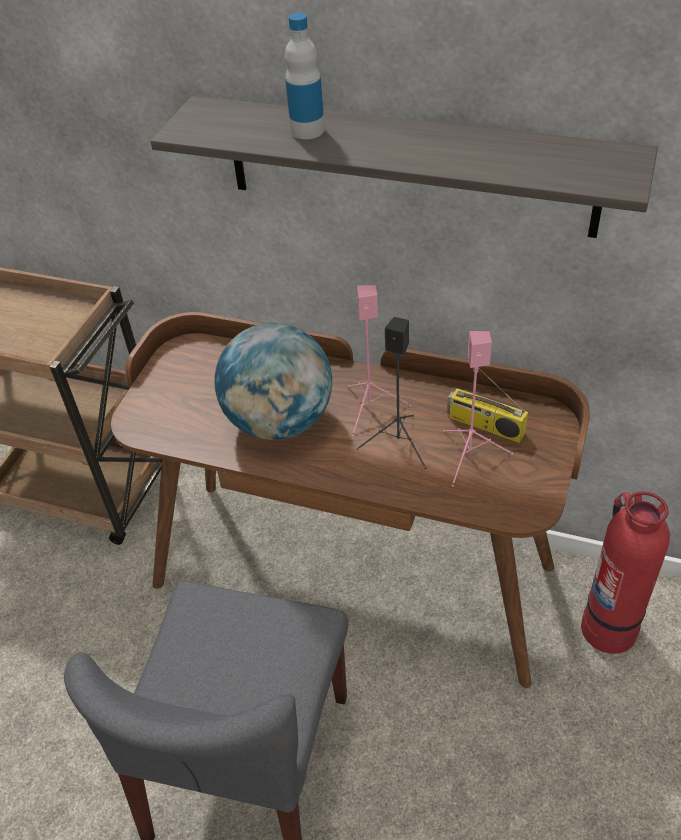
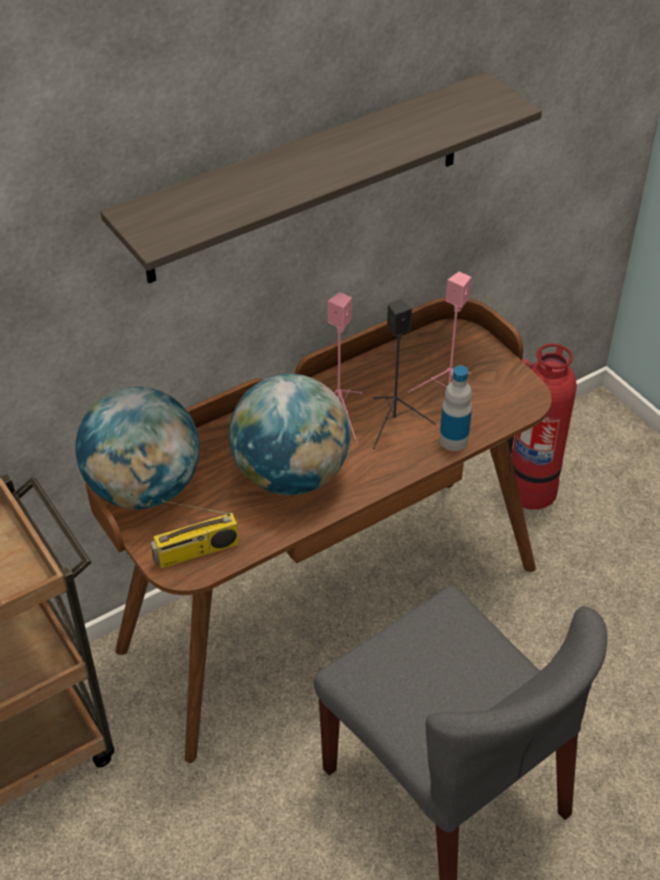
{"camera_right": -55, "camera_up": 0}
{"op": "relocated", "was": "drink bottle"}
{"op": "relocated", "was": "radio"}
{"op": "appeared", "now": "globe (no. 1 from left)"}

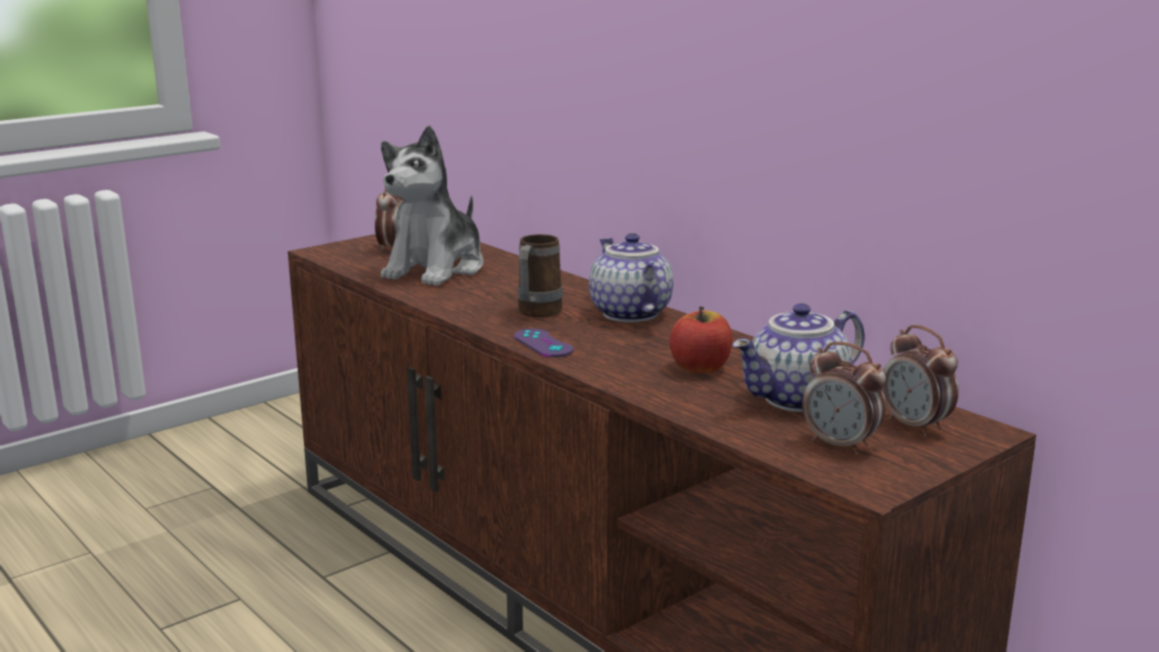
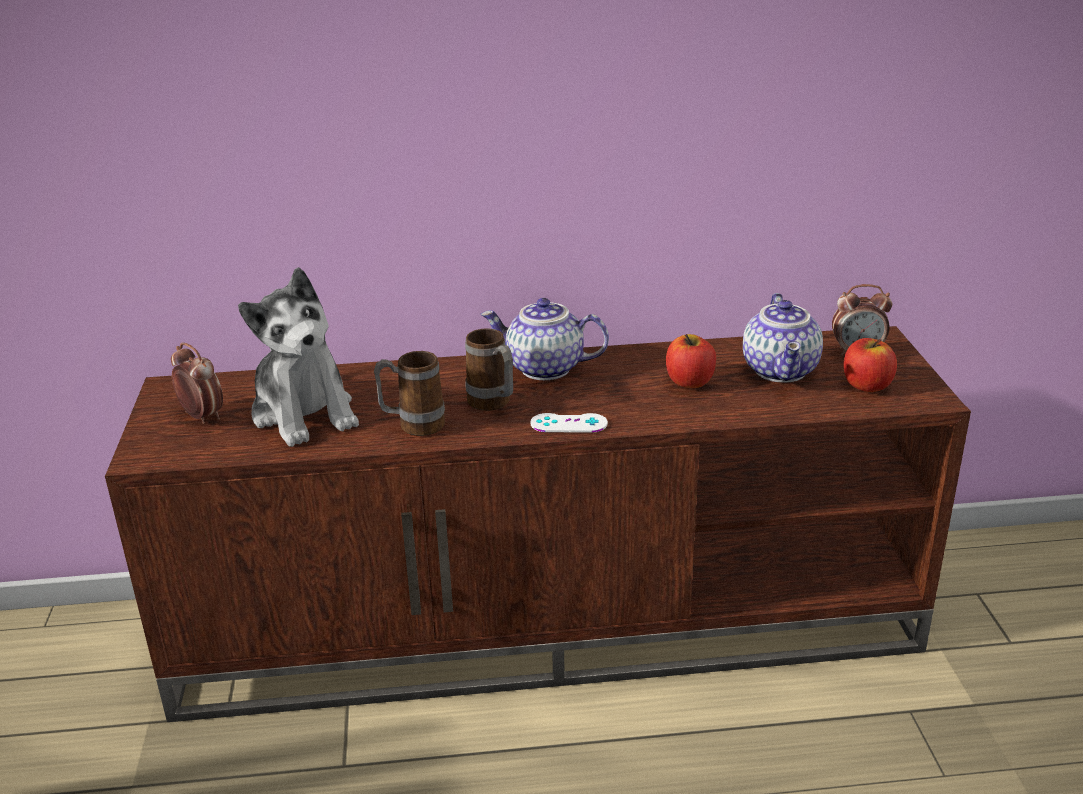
{"camera_right": -55, "camera_up": 10}
{"op": "colour", "was": "purple-coloured joypad", "now": "white-coloured joypad"}
{"op": "exchanged", "was": "table clock (no. 2 from left)", "now": "whole apple (no. 2 from left)"}
{"op": "appeared", "now": "coffee mug (no. 1 from left)"}

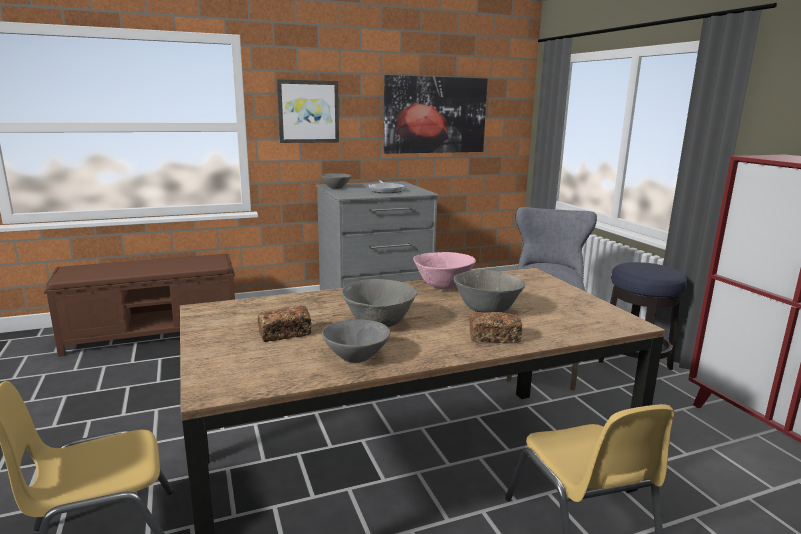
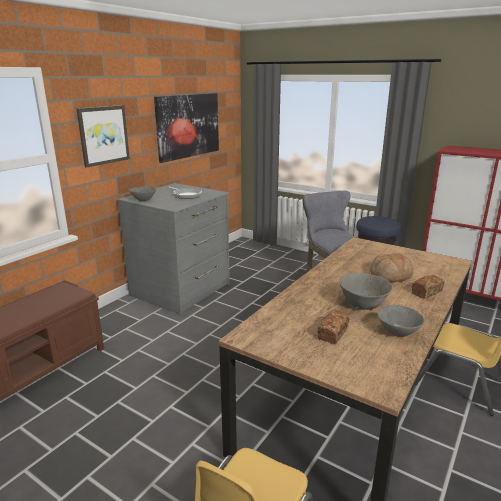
{"camera_right": -35, "camera_up": 5}
{"op": "missing", "was": "pink-coloured deep dish"}
{"op": "exchanged", "was": "greyish deep dish (no. 4 from left)", "now": "bread (no. 2 from left)"}

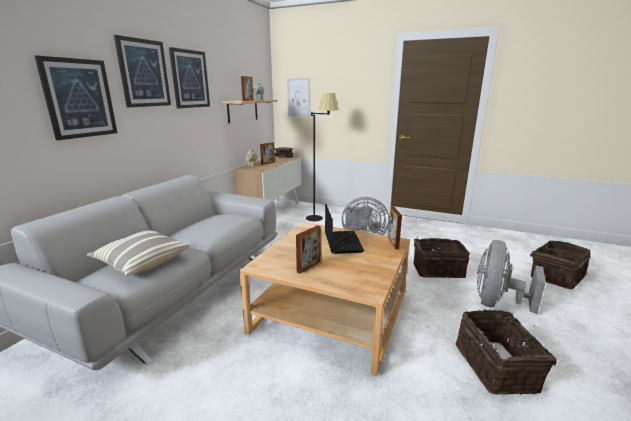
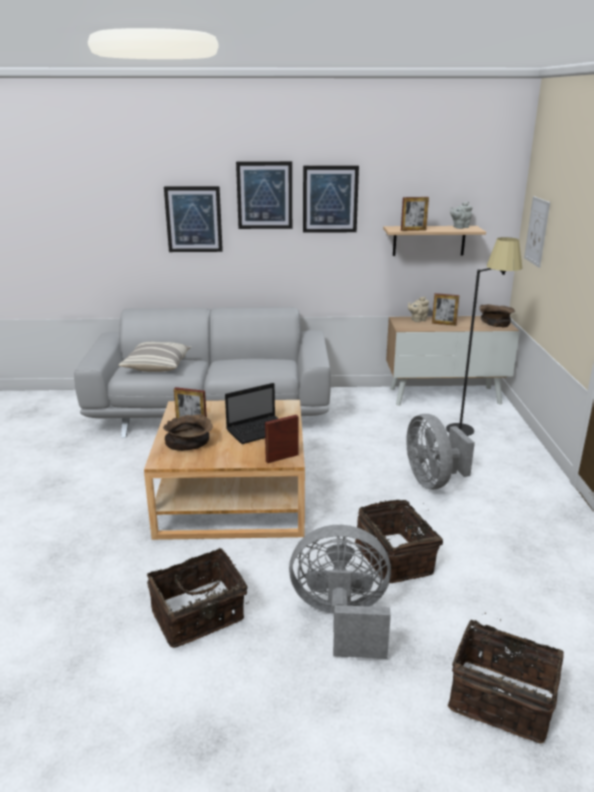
{"camera_right": 65, "camera_up": 5}
{"op": "appeared", "now": "brown deep dish (no. 1 from left)"}

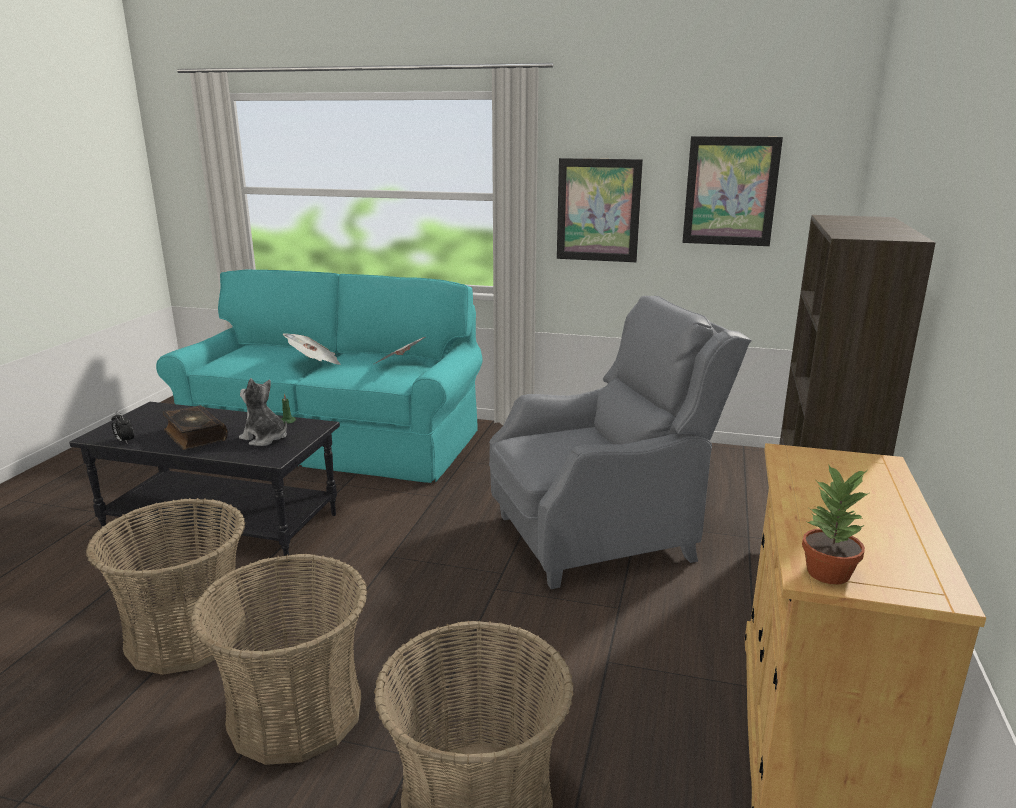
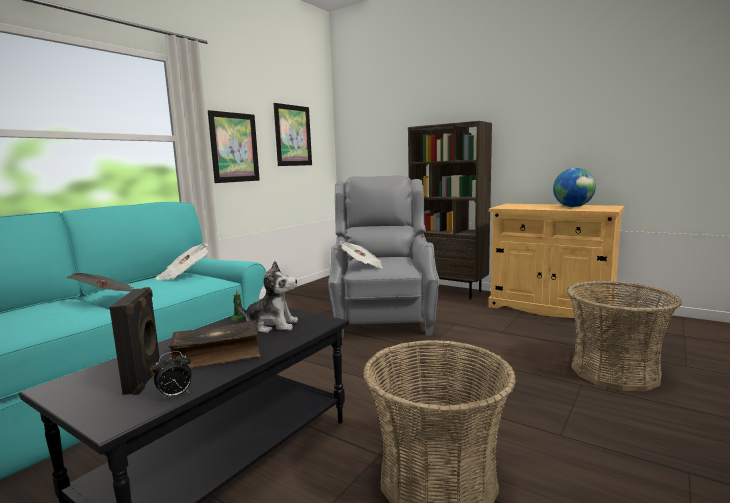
{"camera_right": -70, "camera_up": -10}
{"op": "missing", "was": "household basket (no. 2 from left)"}
{"op": "spun", "was": "soft toy", "clockwise": -135}
{"op": "missing", "was": "houseplant"}
{"op": "appeared", "now": "blackish loudspeaker"}
{"op": "appeared", "now": "newspaper (no. 3 from left)"}
{"op": "appeared", "now": "globe"}

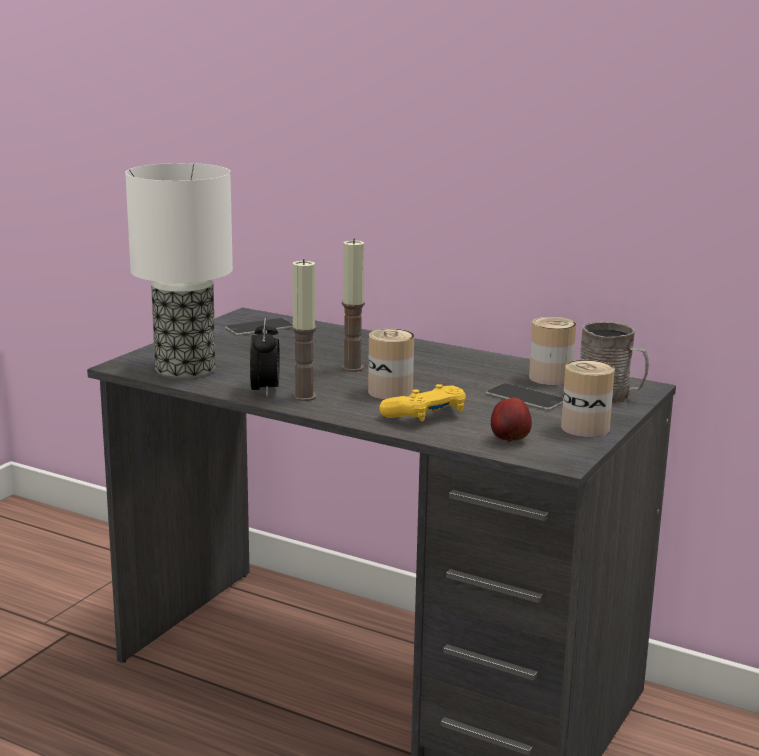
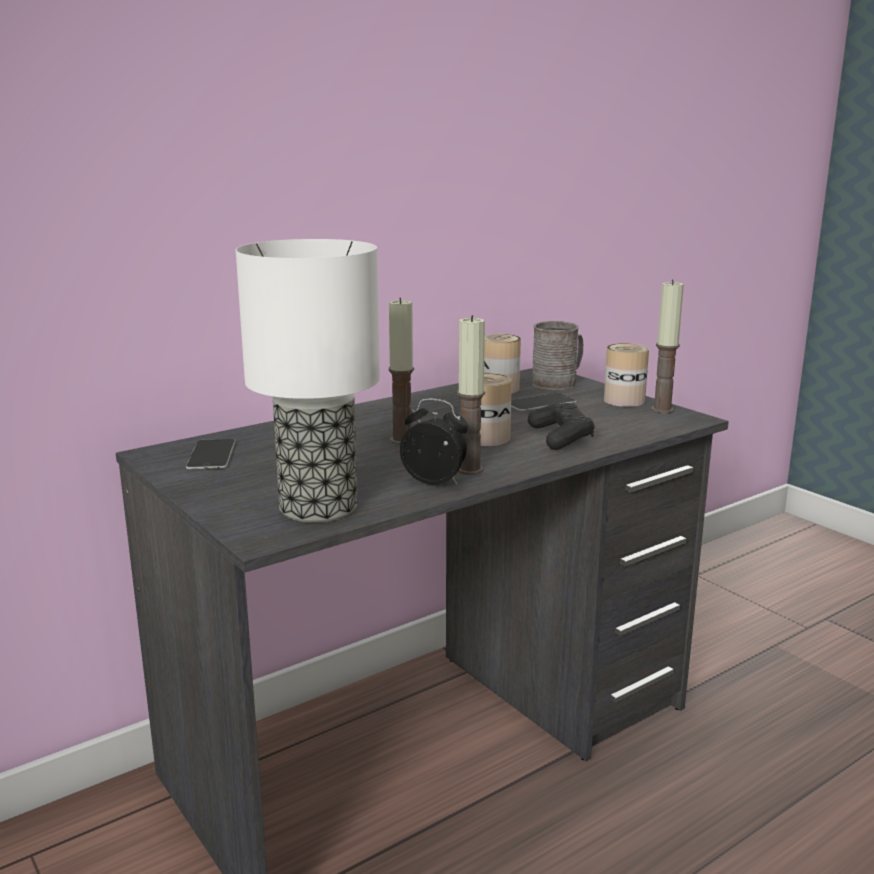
{"camera_right": -65, "camera_up": 0}
{"op": "colour", "was": "yellow-coloured joypad", "now": "blackish joypad"}
{"op": "missing", "was": "whole apple"}
{"op": "appeared", "now": "wax light (no. 3 from left)"}

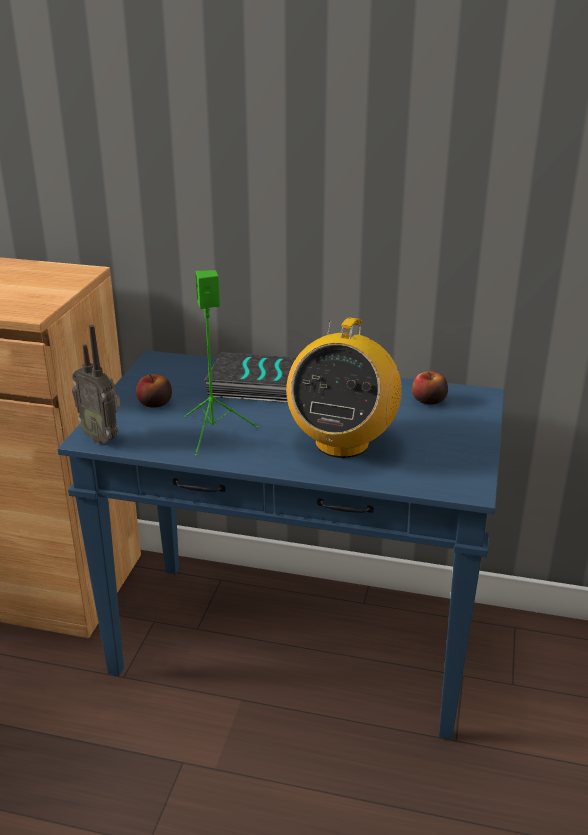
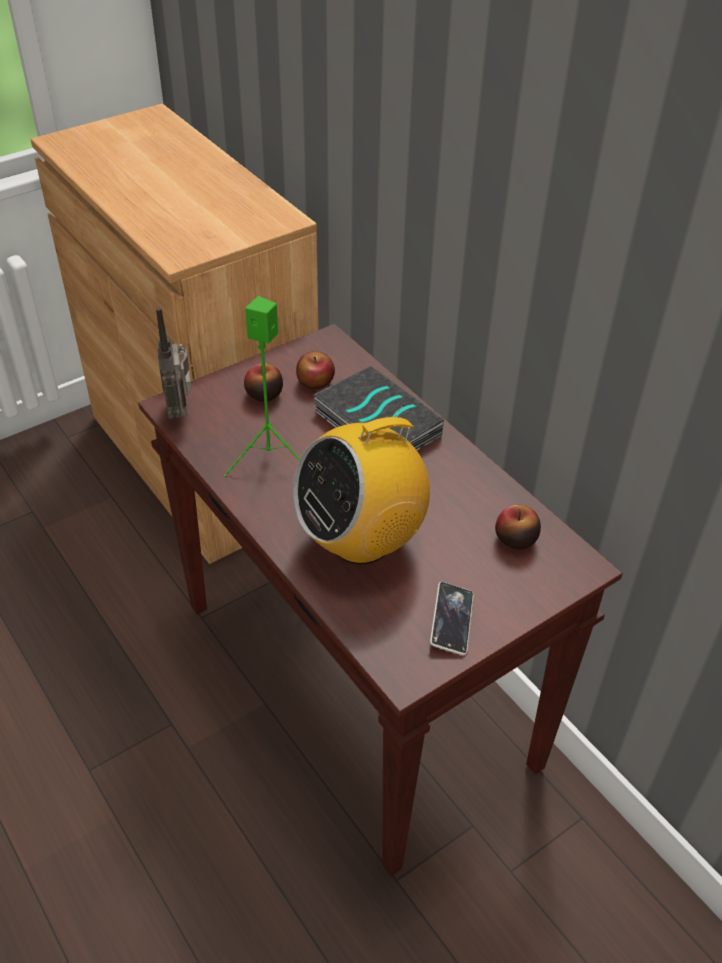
{"camera_right": 40, "camera_up": 15}
{"op": "colour", "was": "bluish narrow table", "now": "brown narrow table"}
{"op": "appeared", "now": "whole apple (no. 2 from left)"}
{"op": "appeared", "now": "telephone"}

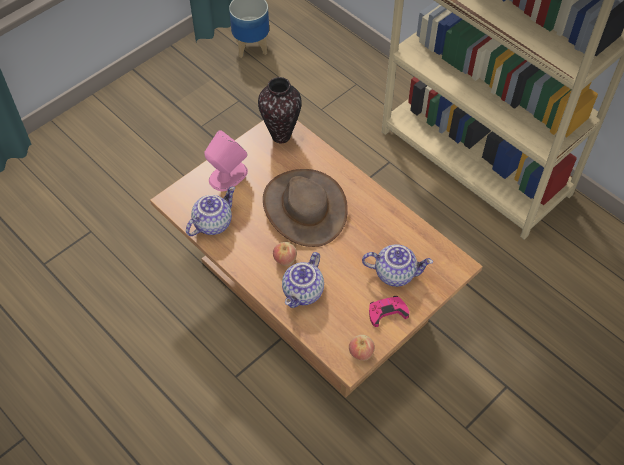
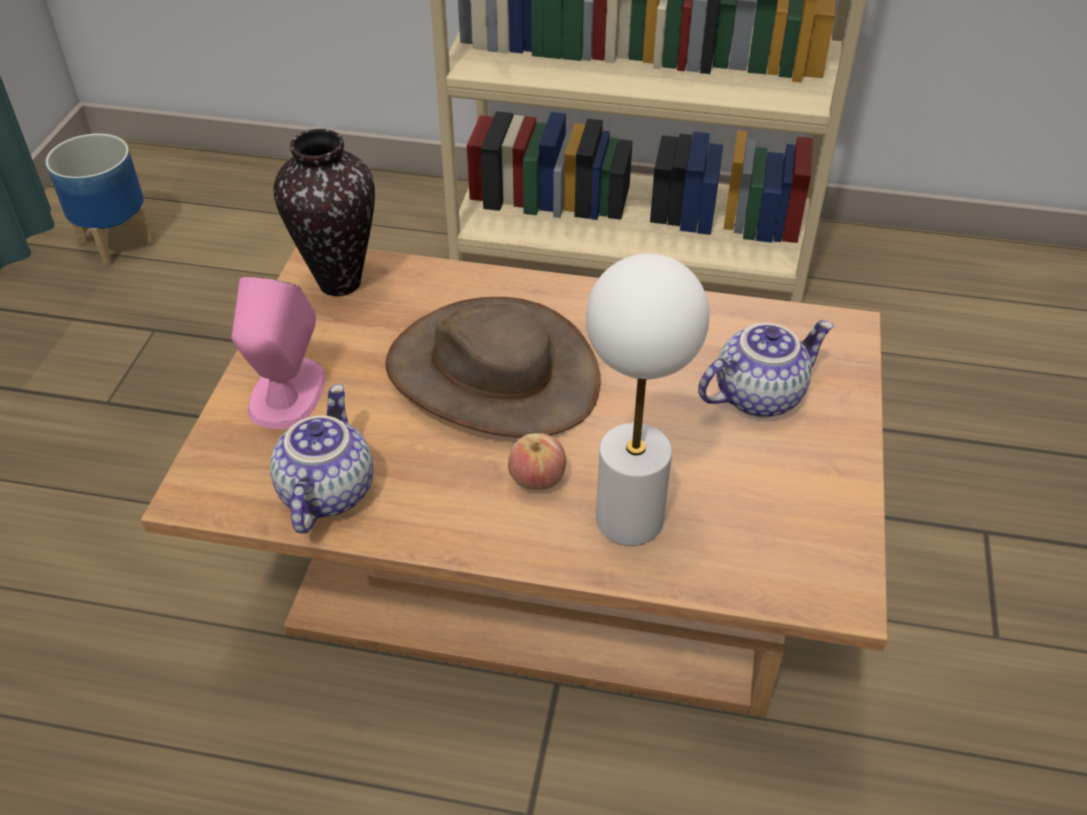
{"camera_right": -35, "camera_up": -10}
{"op": "exchanged", "was": "pot for tea (no. 2 from left)", "now": "white-coloured table lamp"}
{"op": "missing", "was": "whole apple (no. 2 from left)"}
{"op": "missing", "was": "pink-coloured joypad"}

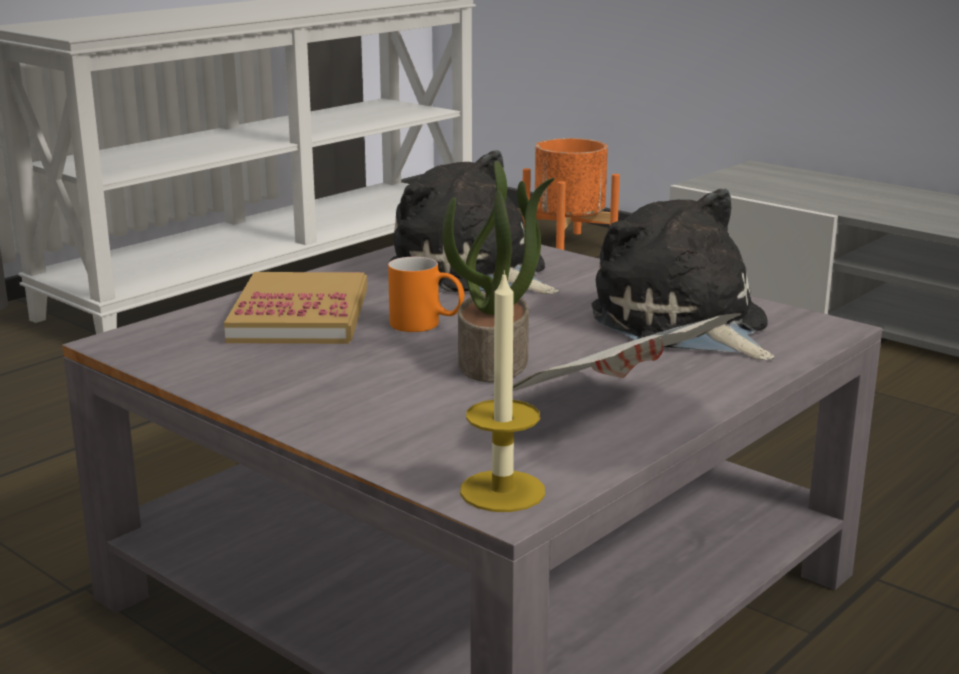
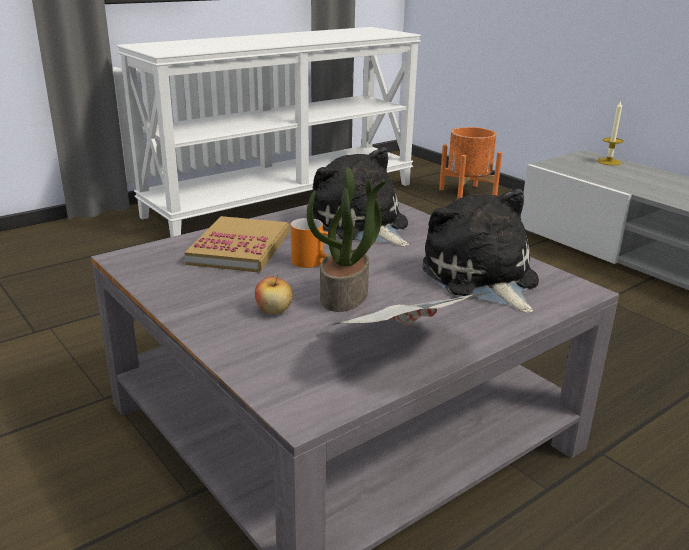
{"camera_right": 10, "camera_up": 5}
{"op": "relocated", "was": "wax light"}
{"op": "appeared", "now": "whole apple"}

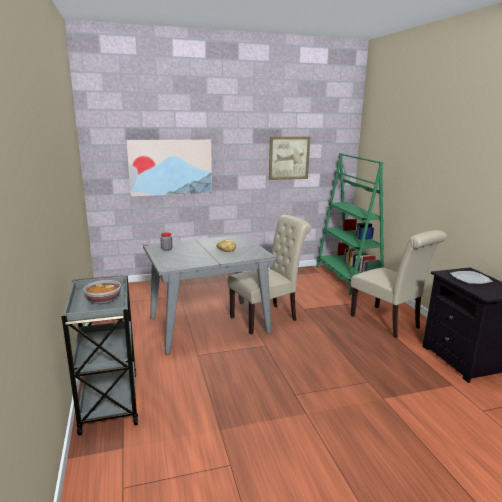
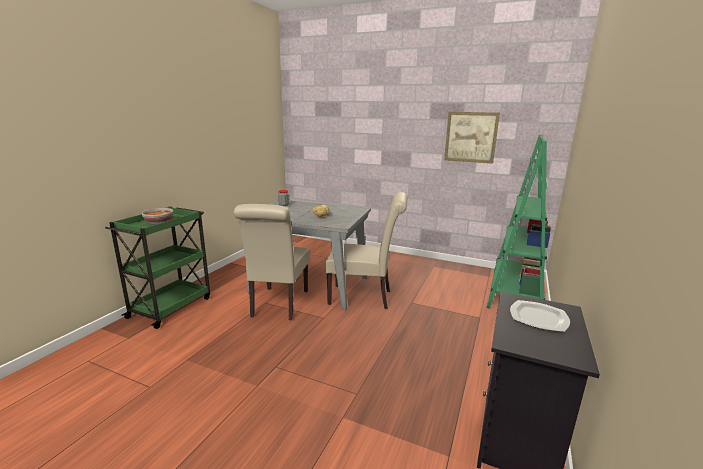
{"camera_right": 40, "camera_up": 0}
{"op": "colour", "was": "greyish wheeled cart", "now": "green-coloured wheeled cart"}
{"op": "missing", "was": "picture (no. 1 from left)"}
{"op": "relocated", "was": "sand-coloured plain chair (no. 2 from left in the first image)", "now": "sand-coloured plain chair (no. 1 from left)"}

